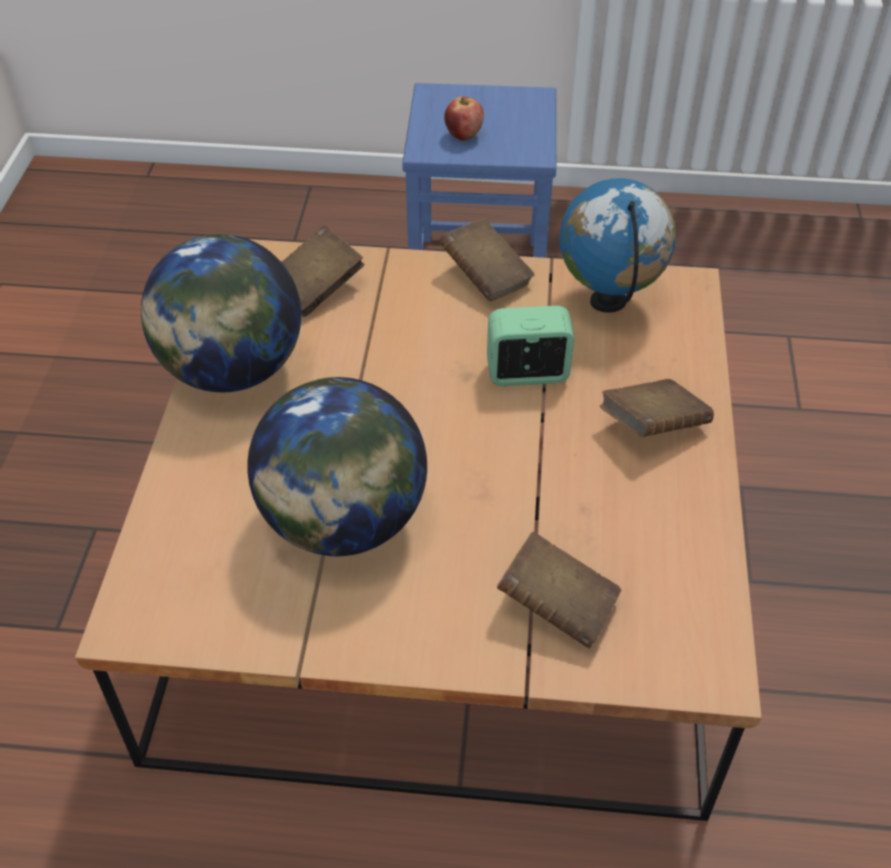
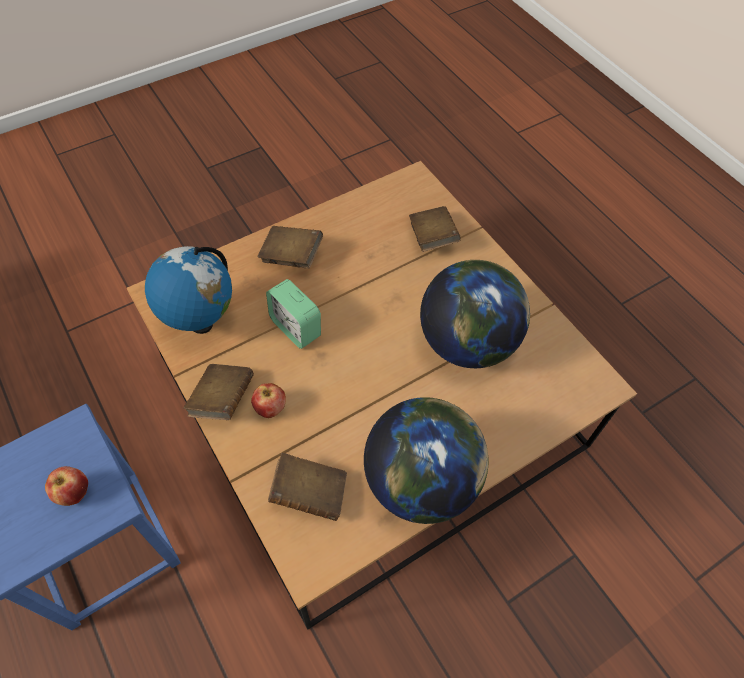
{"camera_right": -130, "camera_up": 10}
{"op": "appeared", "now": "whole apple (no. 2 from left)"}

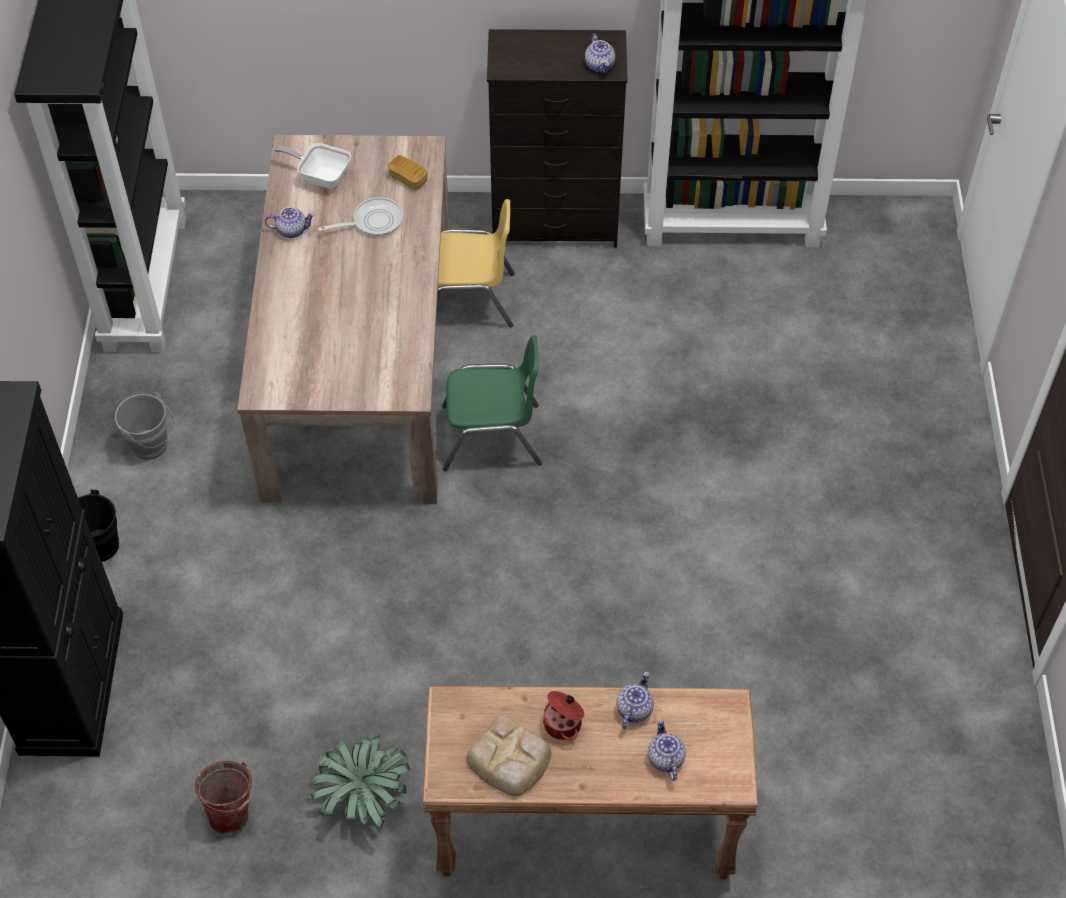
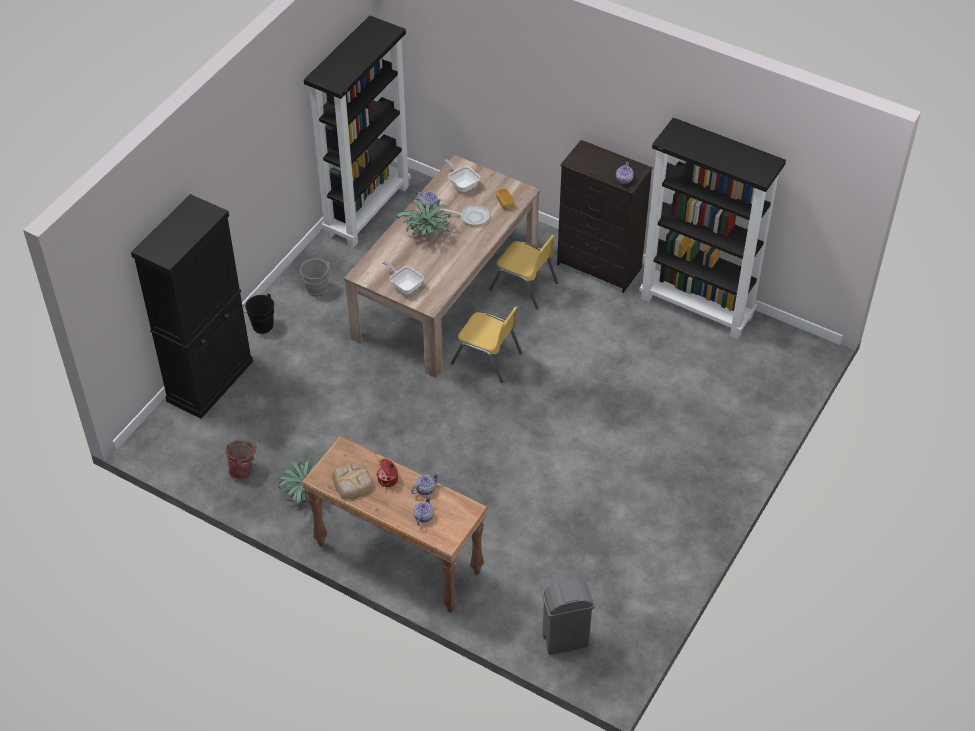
{"camera_right": 30, "camera_up": -5}
{"op": "colour", "was": "green-coloured plain chair", "now": "yellow-coloured plain chair (no. 1 from left)"}
{"op": "appeared", "now": "skillet (no. 1 from left)"}
{"op": "appeared", "now": "houseplant (no. 2 from left)"}
{"op": "appeared", "now": "greyish waste bin"}

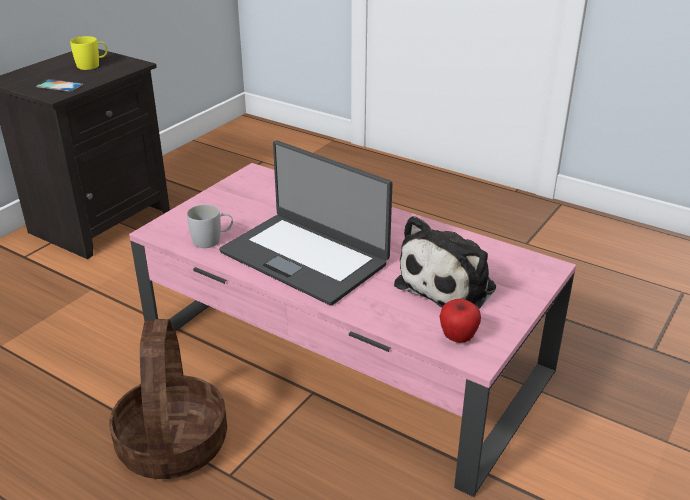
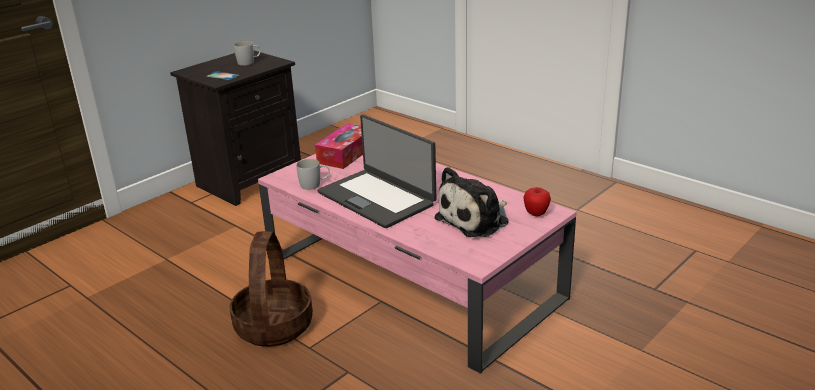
{"camera_right": 10, "camera_up": -5}
{"op": "colour", "was": "yellow-coloured coffee mug", "now": "white-coloured coffee mug (no. 1 from left)"}
{"op": "relocated", "was": "whole apple"}
{"op": "appeared", "now": "tissue holder"}

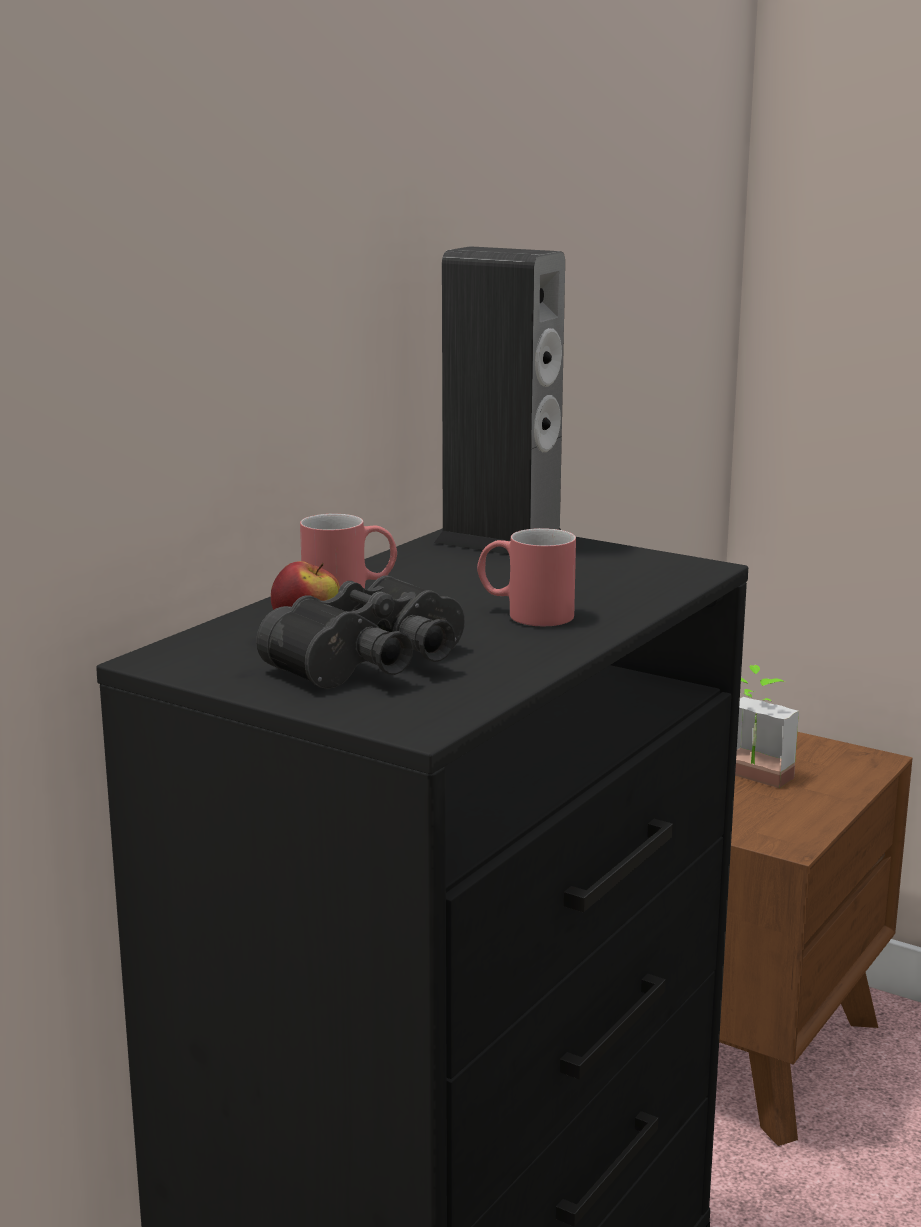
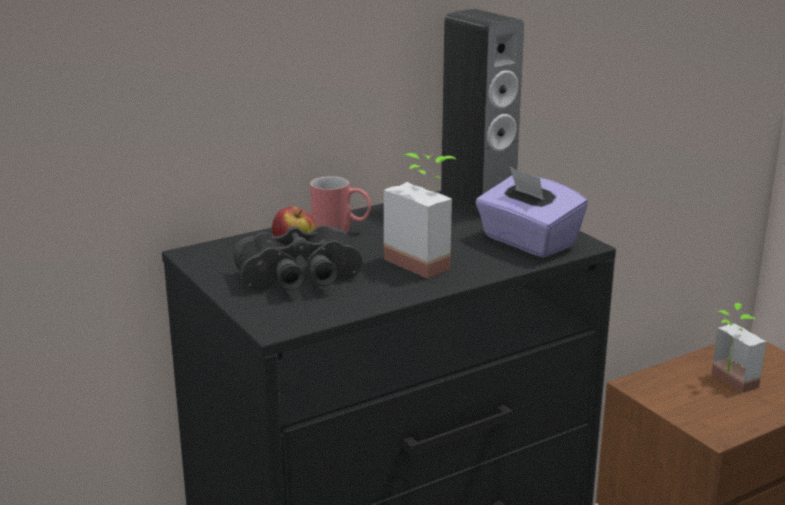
{"camera_right": 25, "camera_up": 5}
{"op": "exchanged", "was": "reddish coffee mug (no. 2 from left)", "now": "houseplant (no. 1 from left)"}
{"op": "appeared", "now": "purple-coloured tissue holder"}

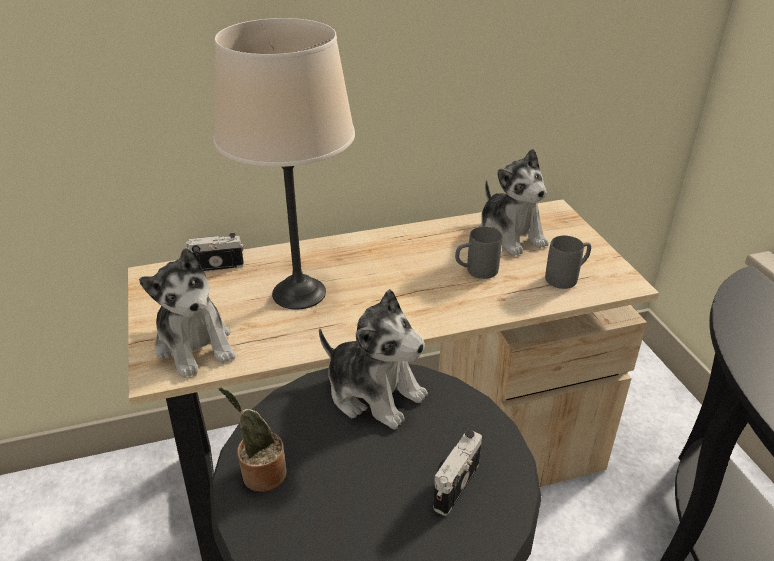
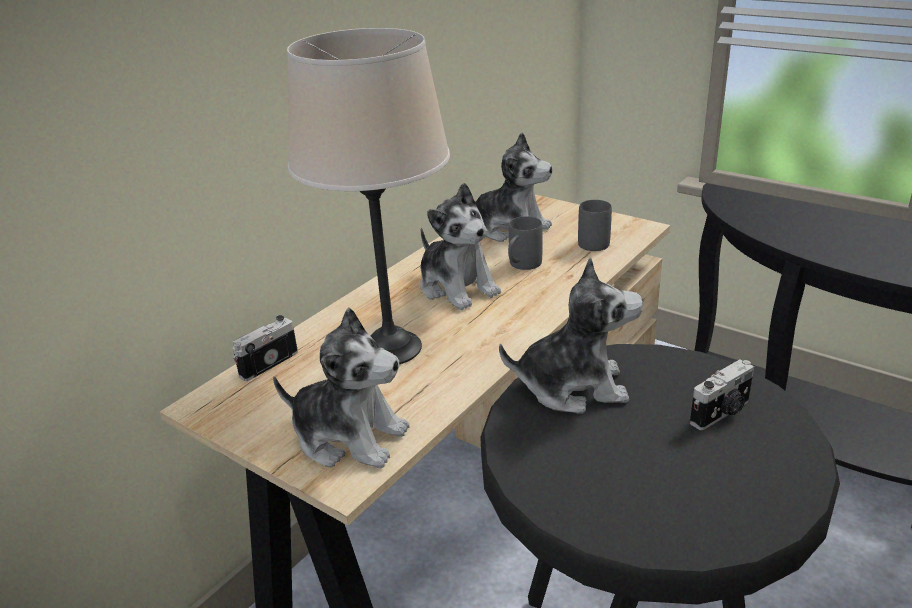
{"camera_right": -35, "camera_up": -5}
{"op": "missing", "was": "houseplant"}
{"op": "spun", "was": "still camera (no. 2 from left)", "clockwise": -120}
{"op": "appeared", "now": "soft toy (no. 2 from left)"}

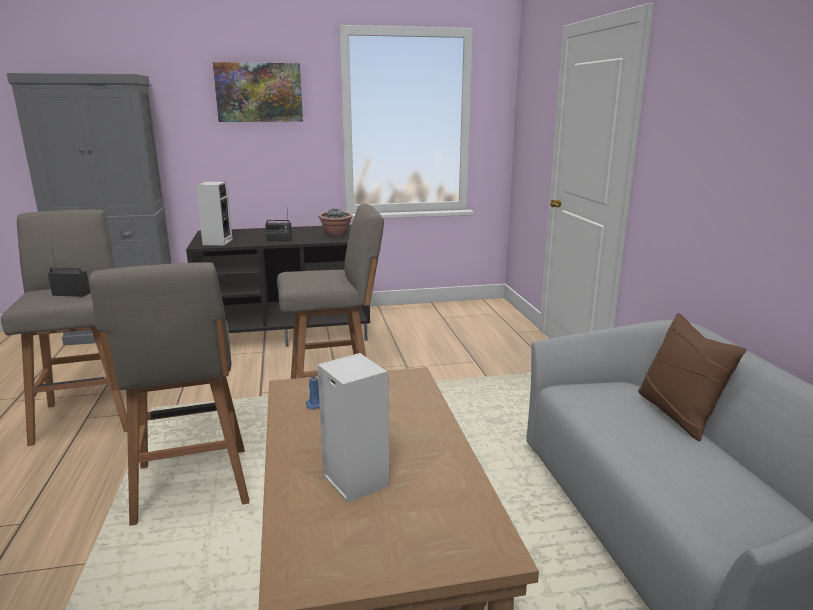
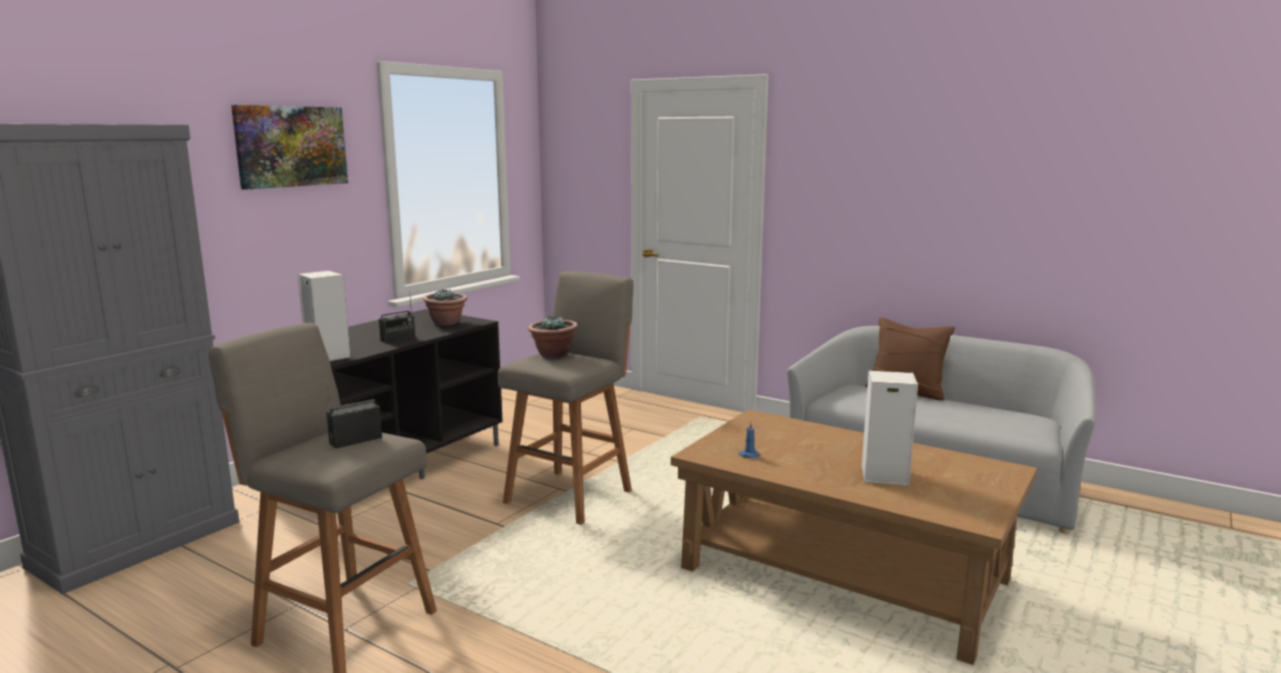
{"camera_right": -45, "camera_up": -5}
{"op": "missing", "was": "greyish stool (no. 2 from left)"}
{"op": "appeared", "now": "houseplant (no. 2 from left)"}

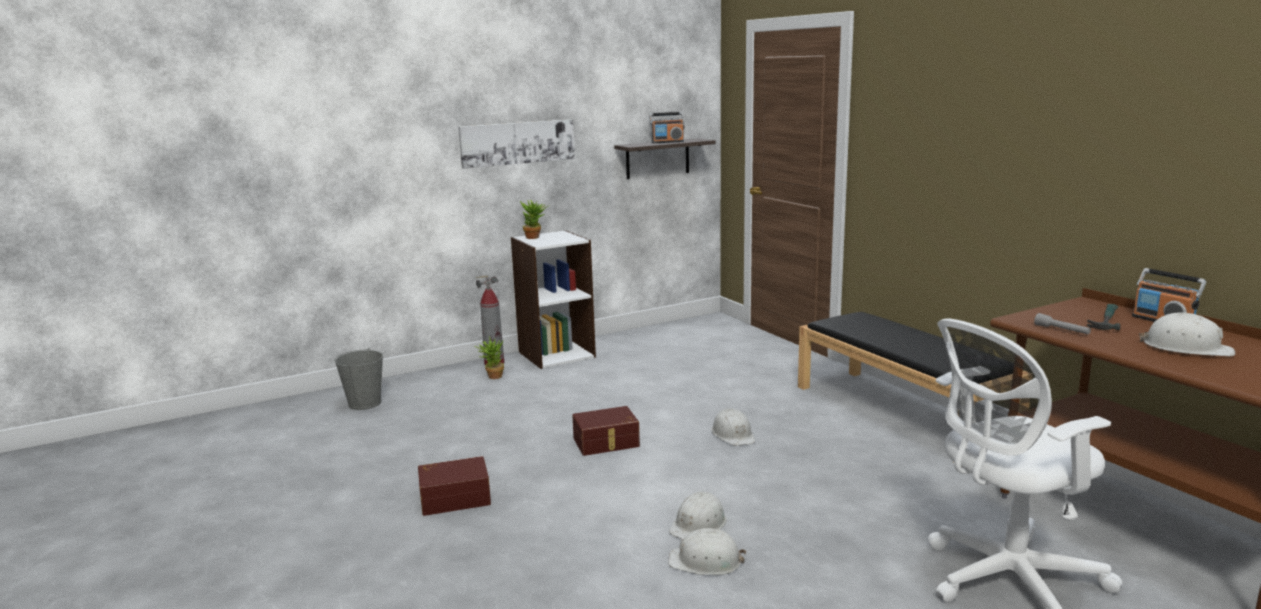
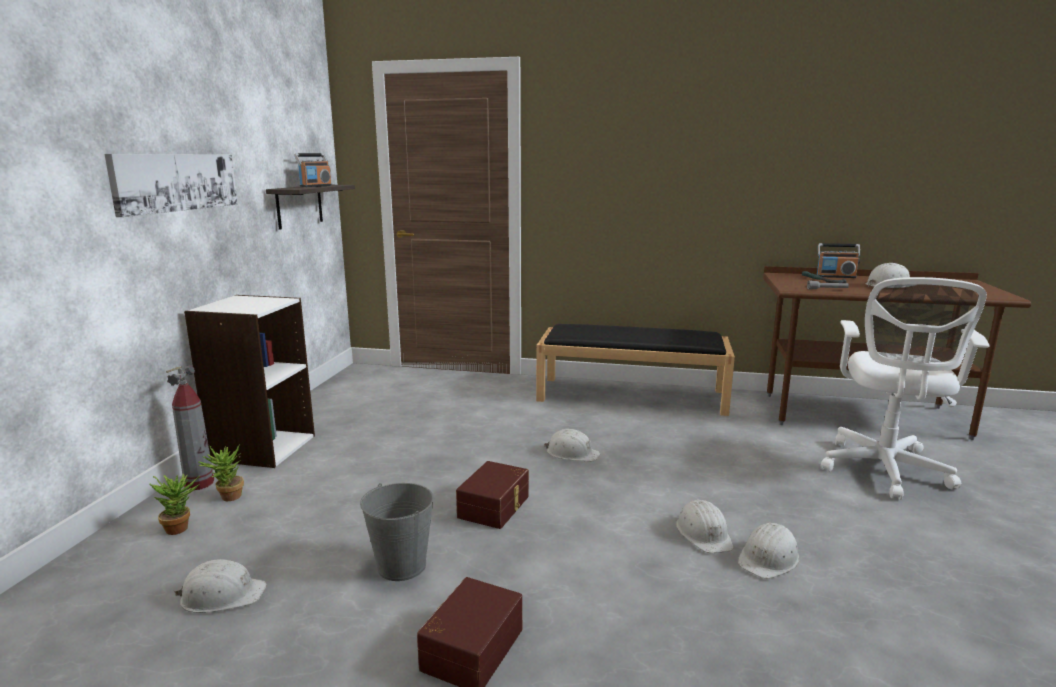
{"camera_right": -50, "camera_up": 0}
{"op": "relocated", "was": "greyish water bucket"}
{"op": "relocated", "was": "houseplant (no. 2 from left in the first image)", "now": "houseplant (no. 1 from left)"}
{"op": "appeared", "now": "white-coloured work helmet (no. 1 from left)"}

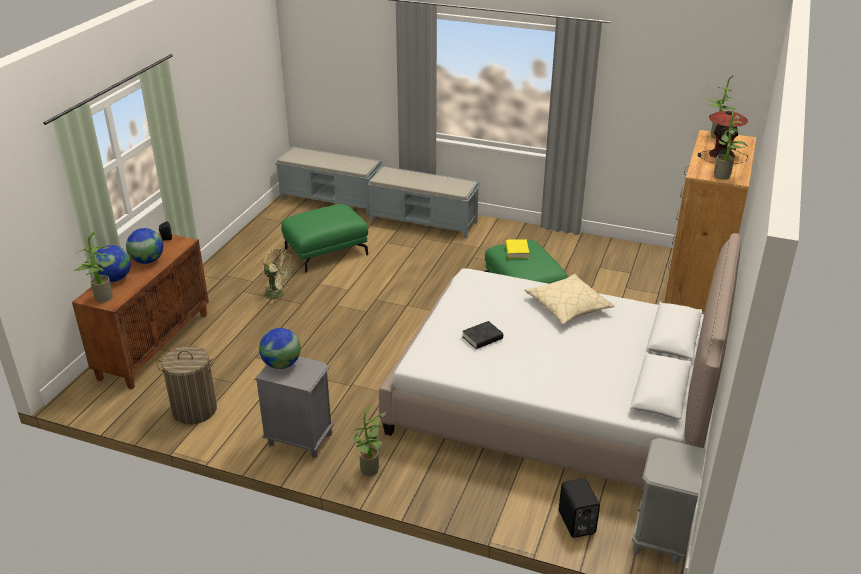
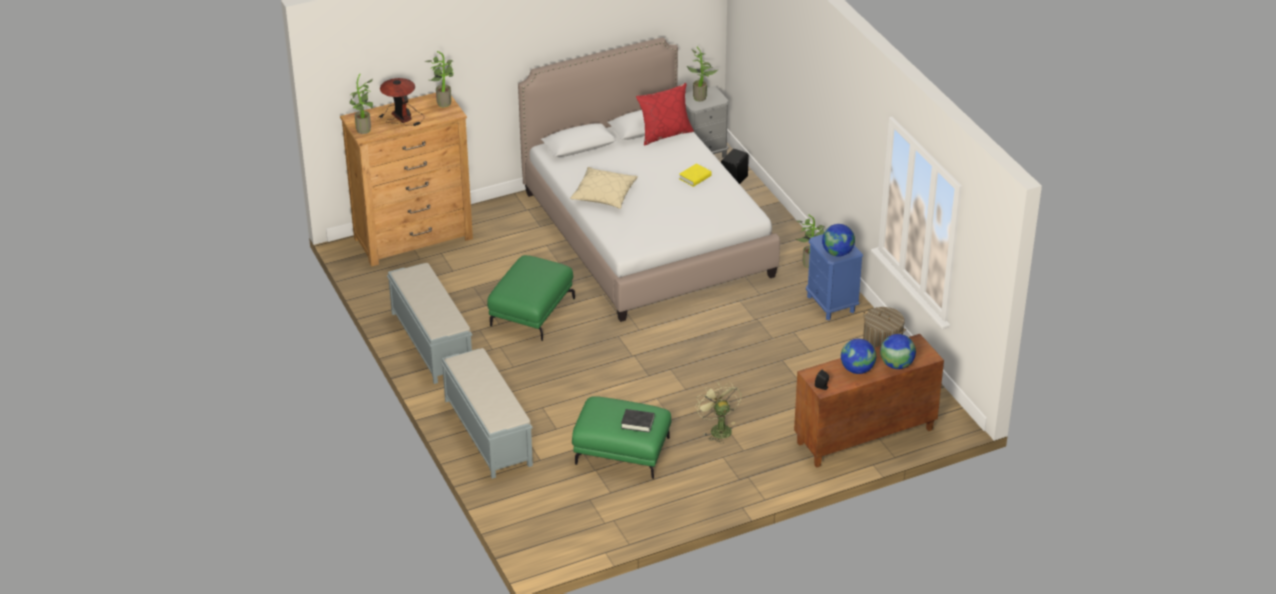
{"camera_right": -135, "camera_up": 5}
{"op": "relocated", "was": "houseplant (no. 1 from left in the first image)", "now": "houseplant (no. 3 from left)"}
{"op": "colour", "was": "greyish bedside table (no. 1 from left)", "now": "bluish bedside table"}
{"op": "relocated", "was": "greyish indoor bench (no. 1 from left)"}
{"op": "relocated", "was": "blackish volume"}
{"op": "relocated", "was": "yellow-coloured volume"}
{"op": "appeared", "now": "reddish cushion"}

